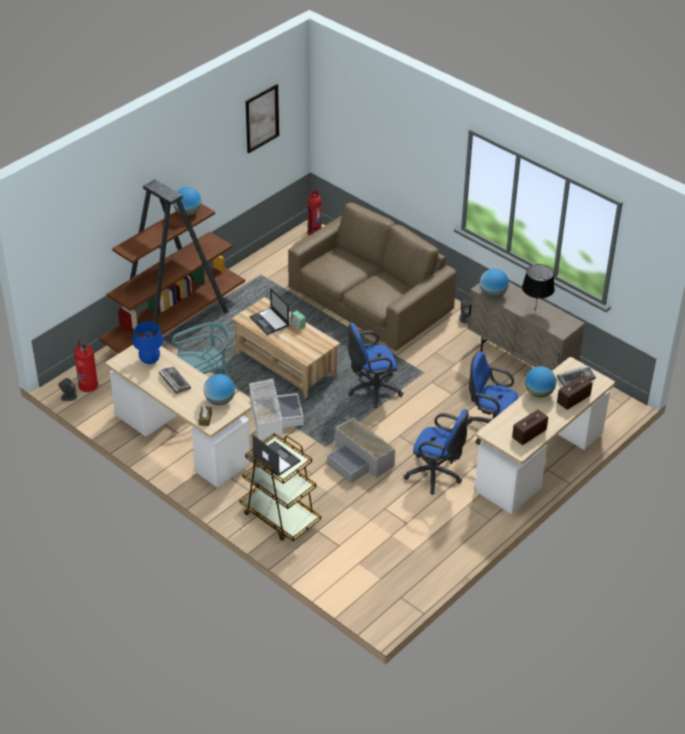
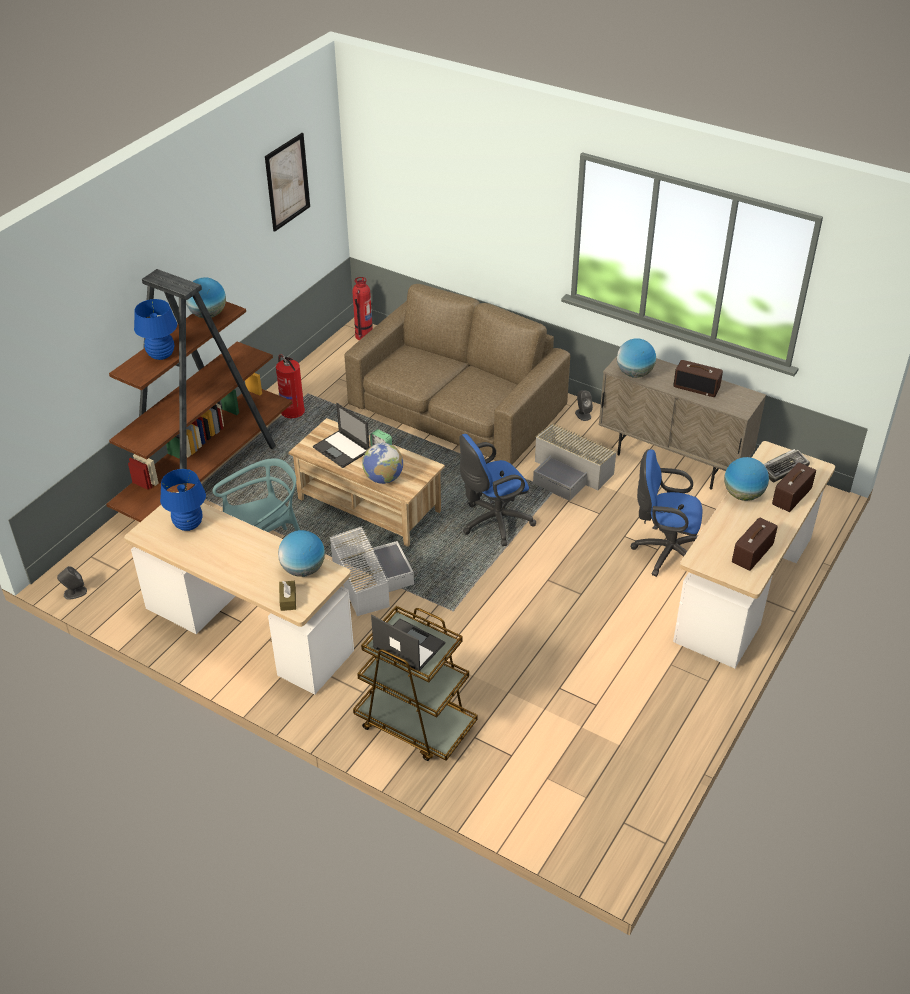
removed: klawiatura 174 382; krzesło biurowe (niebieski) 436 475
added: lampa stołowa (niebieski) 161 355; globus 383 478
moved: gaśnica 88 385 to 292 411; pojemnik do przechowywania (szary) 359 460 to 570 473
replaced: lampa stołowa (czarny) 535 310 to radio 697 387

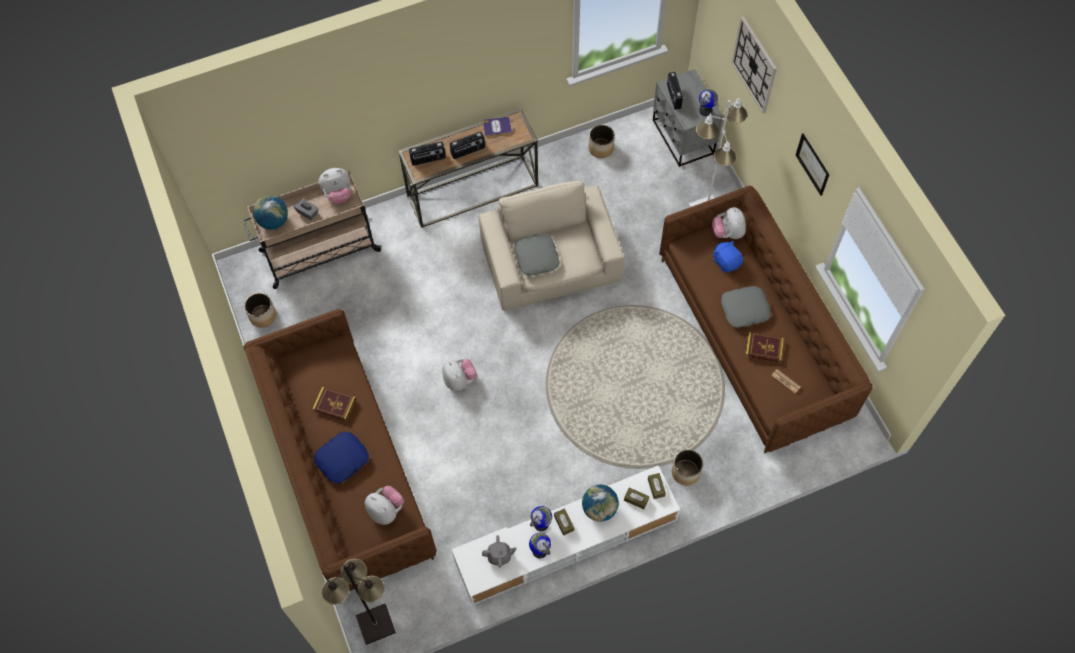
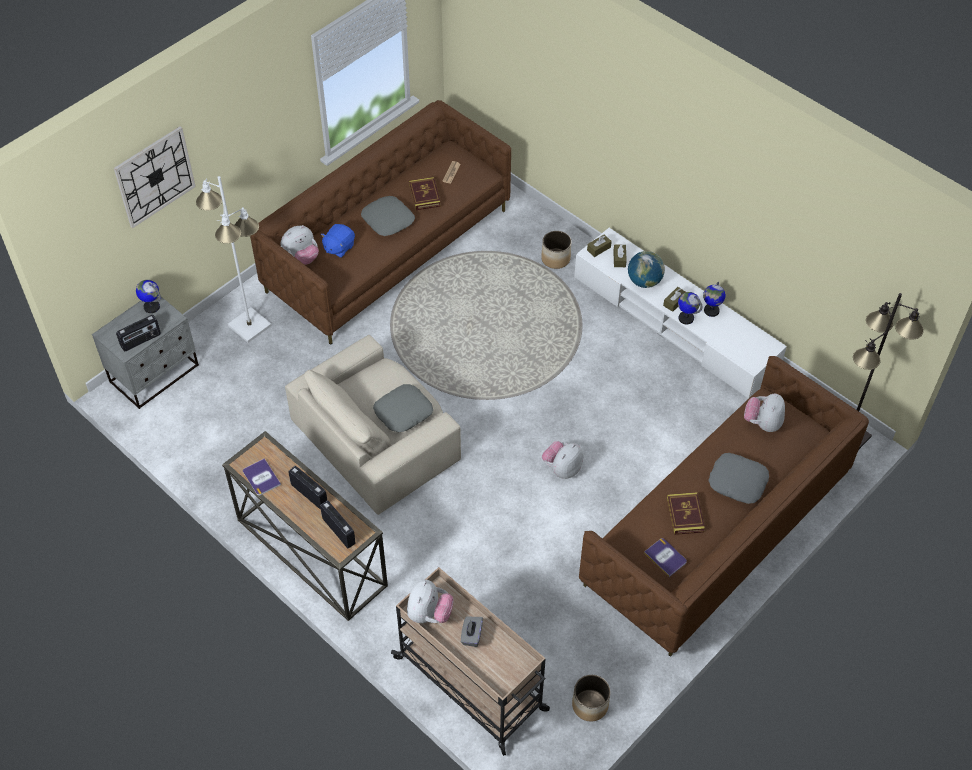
removed: globus 274 221; imbryk (szary) 499 555; donica 601 148; obraz 812 164
added: książka 665 557
recoloured: poduszka (niebieski) 342 459 to poduszka (szary) 738 481
turned: pluszak 338 194 = 429 614 60 degrees clockwise

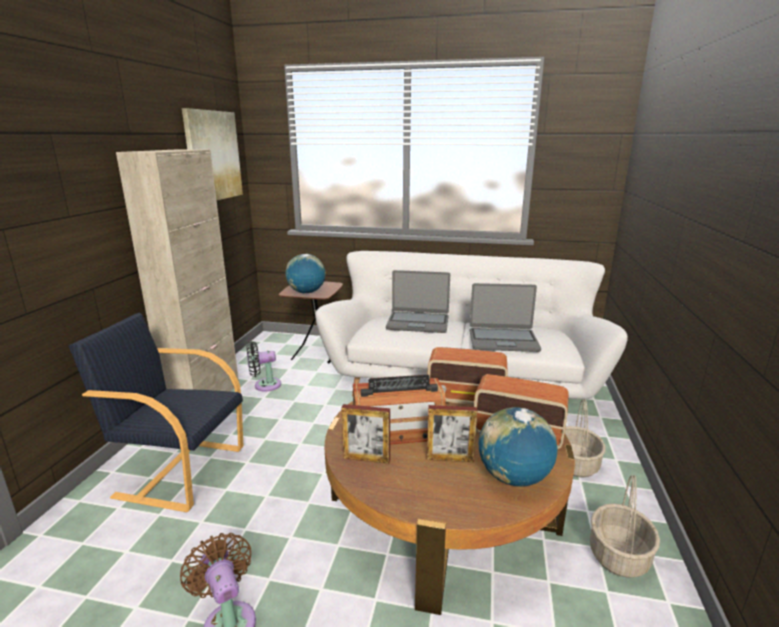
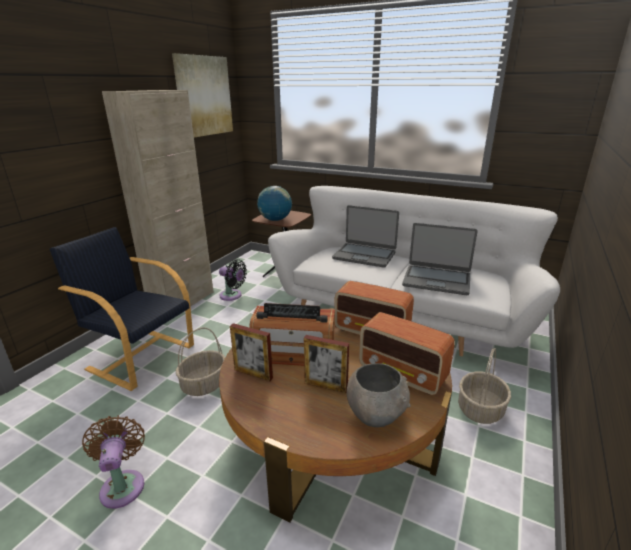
moved: koszyk 619 556 to 204 385
replaced: globus 513 477 to miska (szary) 375 415
turned: wentylator (czarny) 264 385 = 232 296 150 degrees counterclockwise

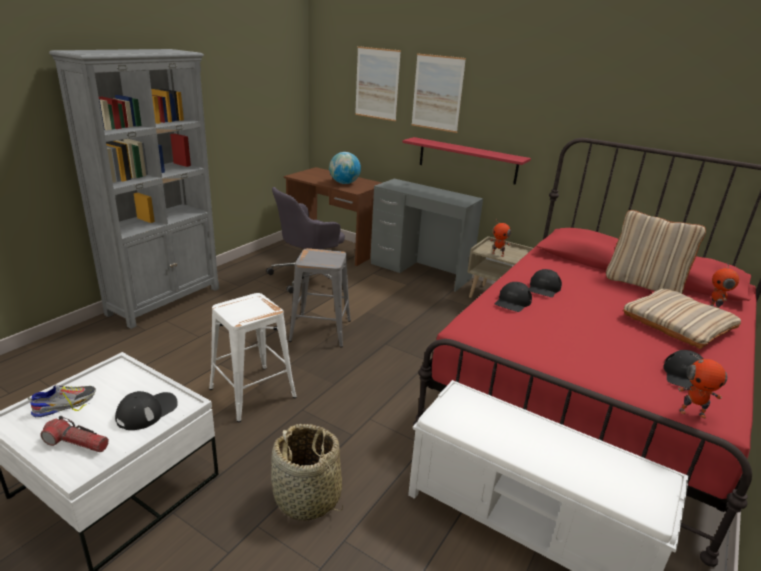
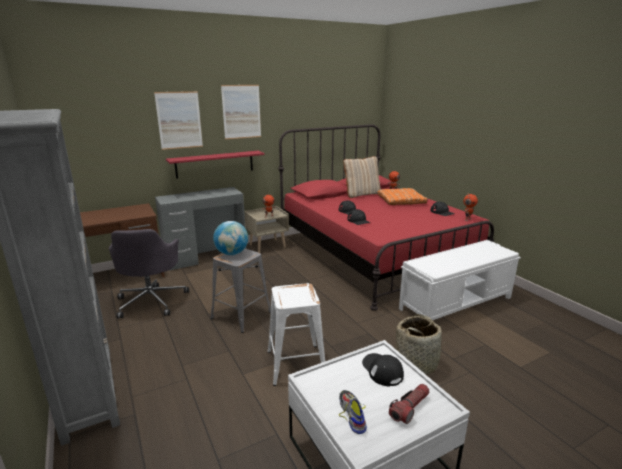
moved: globus 344 183 to 232 253; obraz 377 83 to 241 112
recoloured: poduszka (beżowy) 678 323 to poduszka (pomarańczowy) 401 200

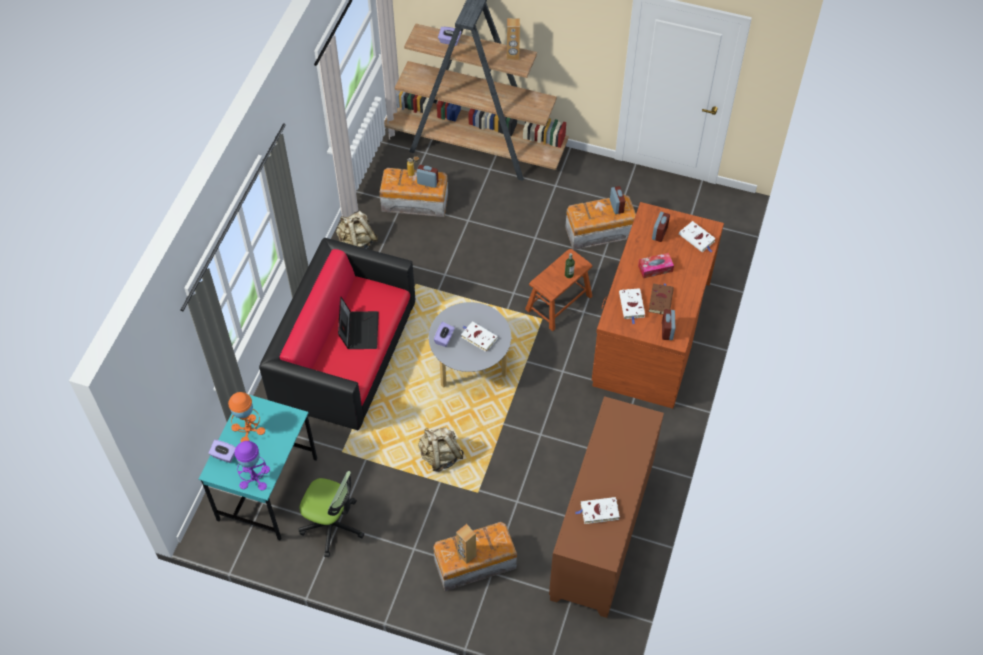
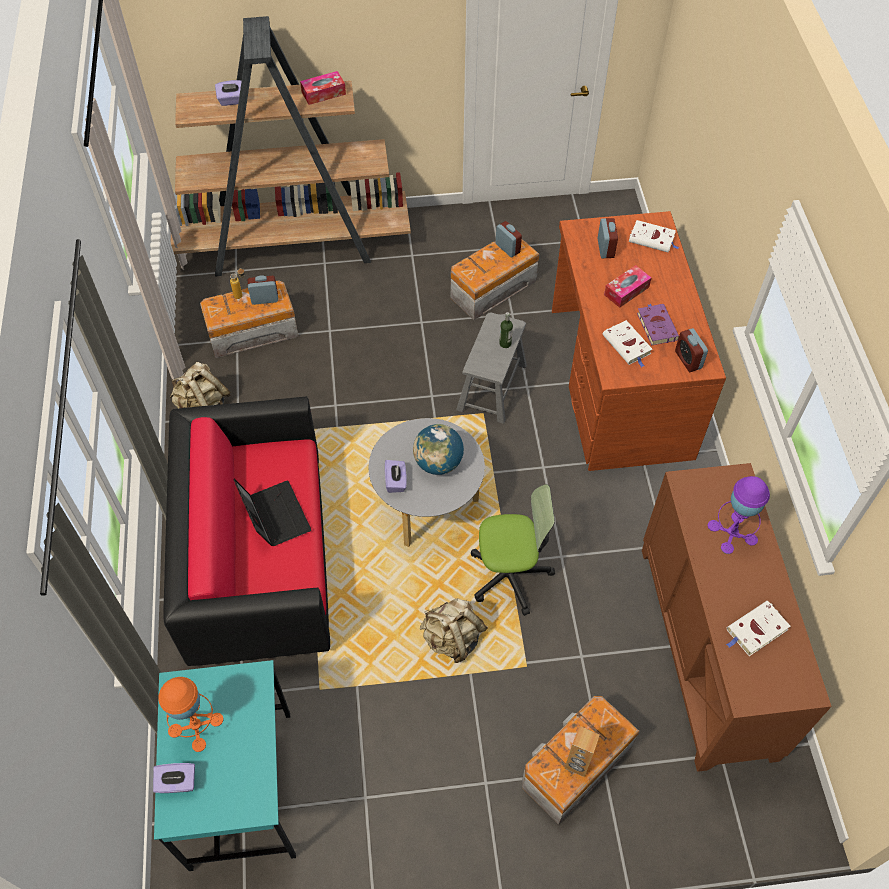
moved: lampa stołowa (fioletowy) 254 477 to 732 532; krzesło biurowe 333 525 to 509 575
replaced: książka (biały) 478 337 to globus 438 463; głośnik (brązowy) 513 55 to pudełko chusteczek 323 93
recoloured: stołek (brązowy) 558 302 to stołek (szary) 491 387; książka (brązowy) 660 300 to książka (fioletowy) 656 325

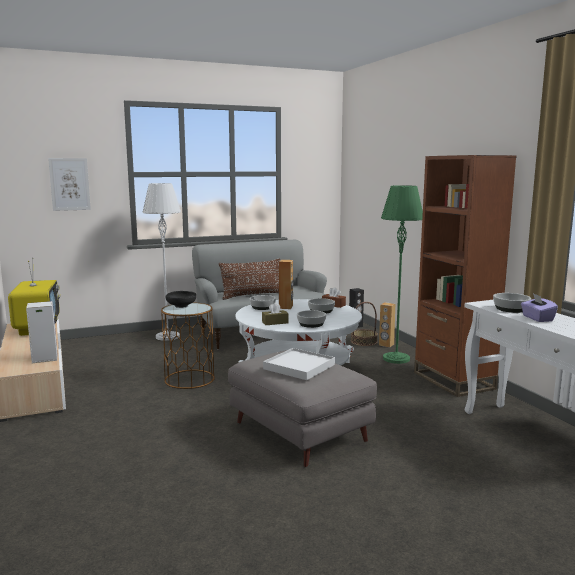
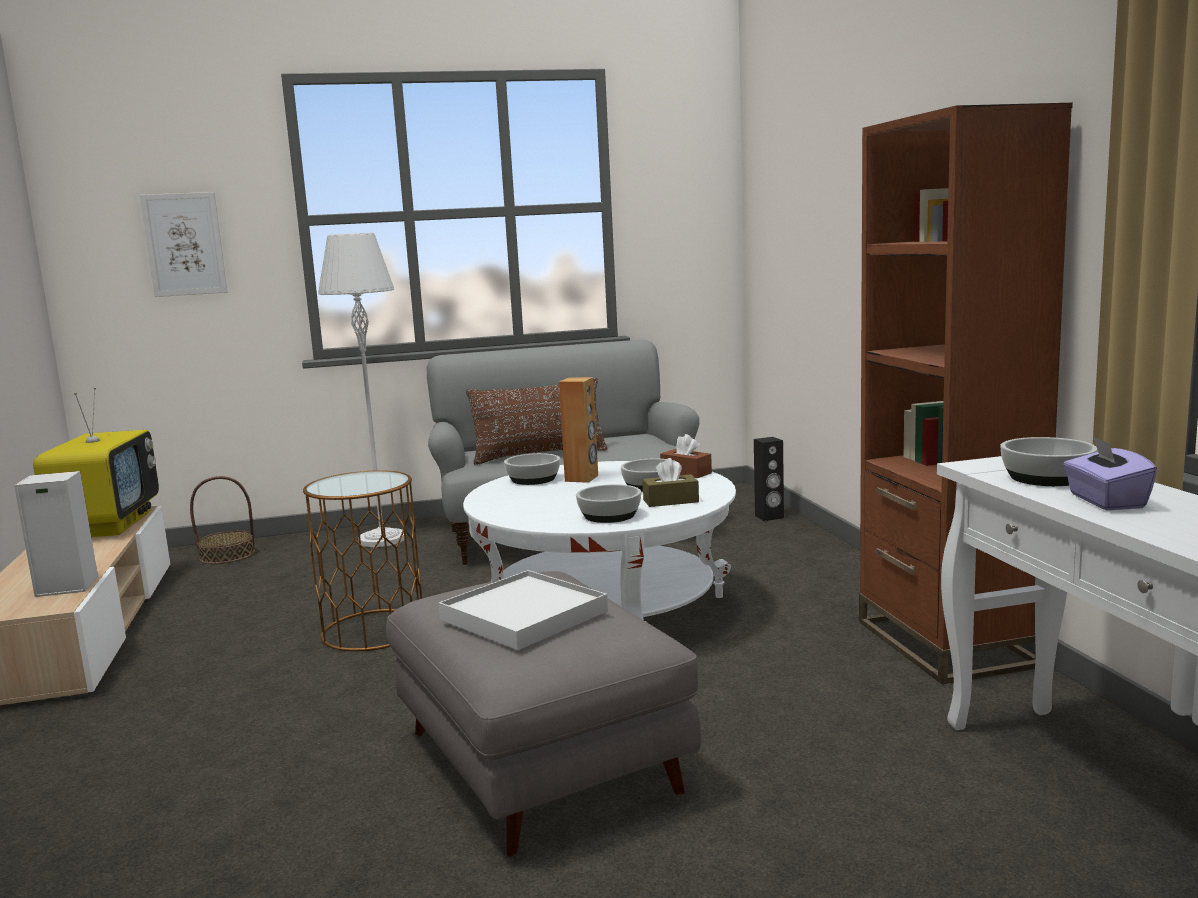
removed: miska (czarny) 181 306; głośnik (brązowy) 386 345; lampa stojąca (zielony) 396 359
moved: pudełko chusteczek (brązowy) 275 322 to 671 501; koszyk 363 342 to 227 555

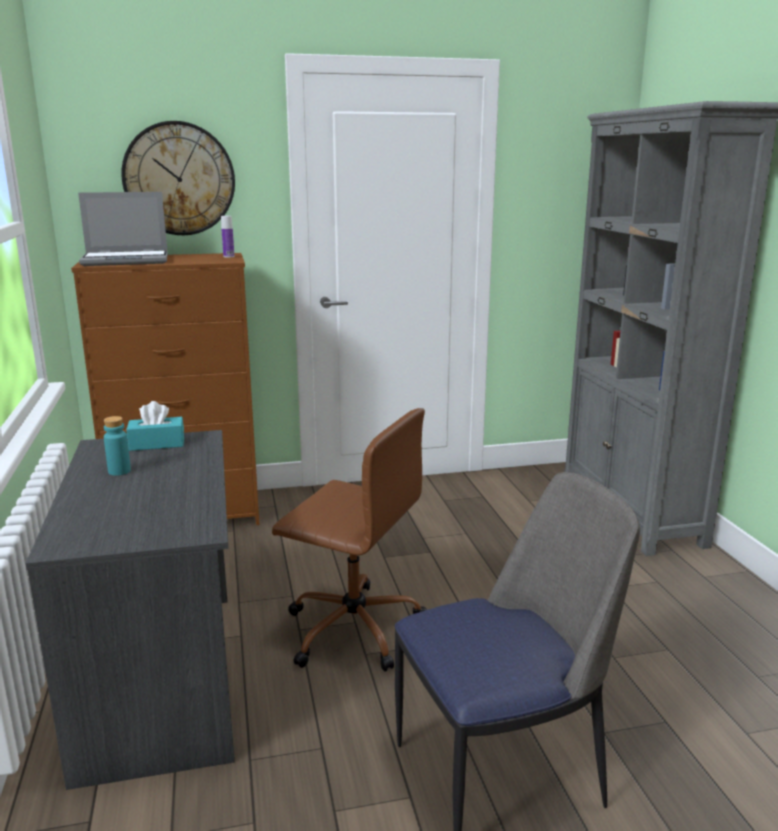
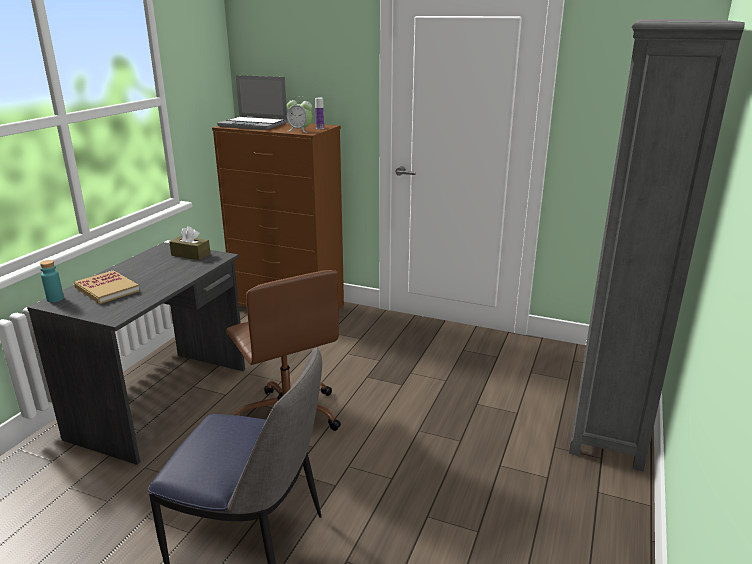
removed: zegar ścienny 179 179
added: książka 107 289; budzik 300 131
moved: butelka (turkusowy) 119 471 to 55 299
recoloured: pudełko chusteczek (turkusowy) 157 444 to pudełko chusteczek (brązowy) 190 254

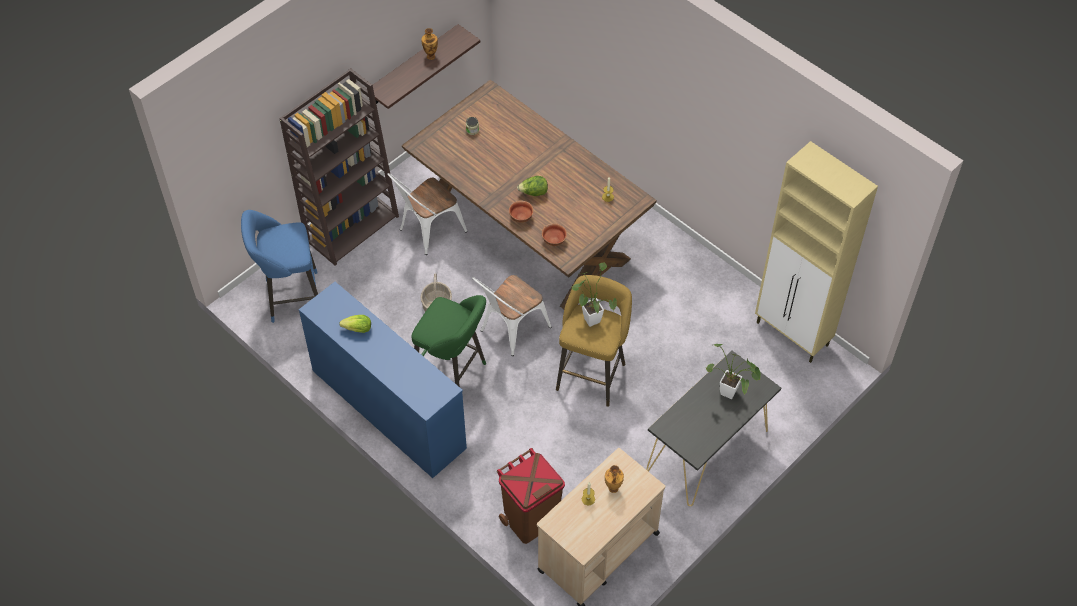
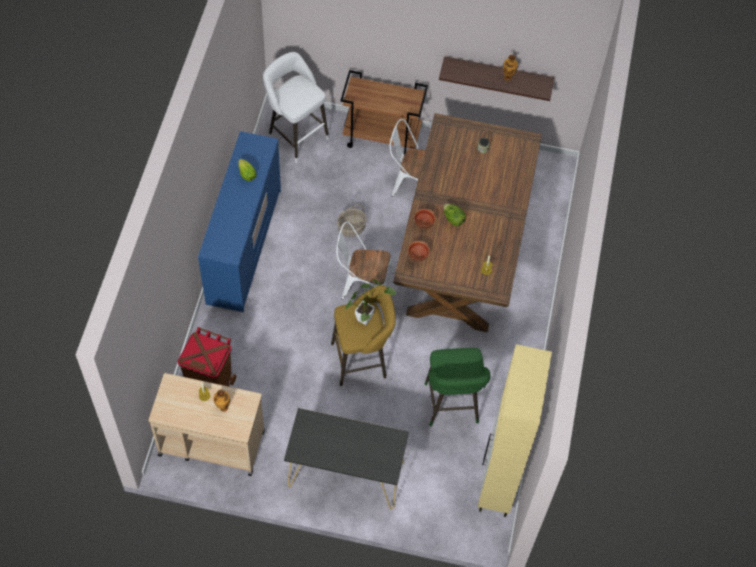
removed: roślina doniczkowa 731 394
moved: stołek (zielony) 453 375 to 451 406
replaced: regał (brązowy) 352 227 to wózek (brązowy) 382 138
recoloured: stołek (niebieski) 290 297 to stołek (biały) 296 136

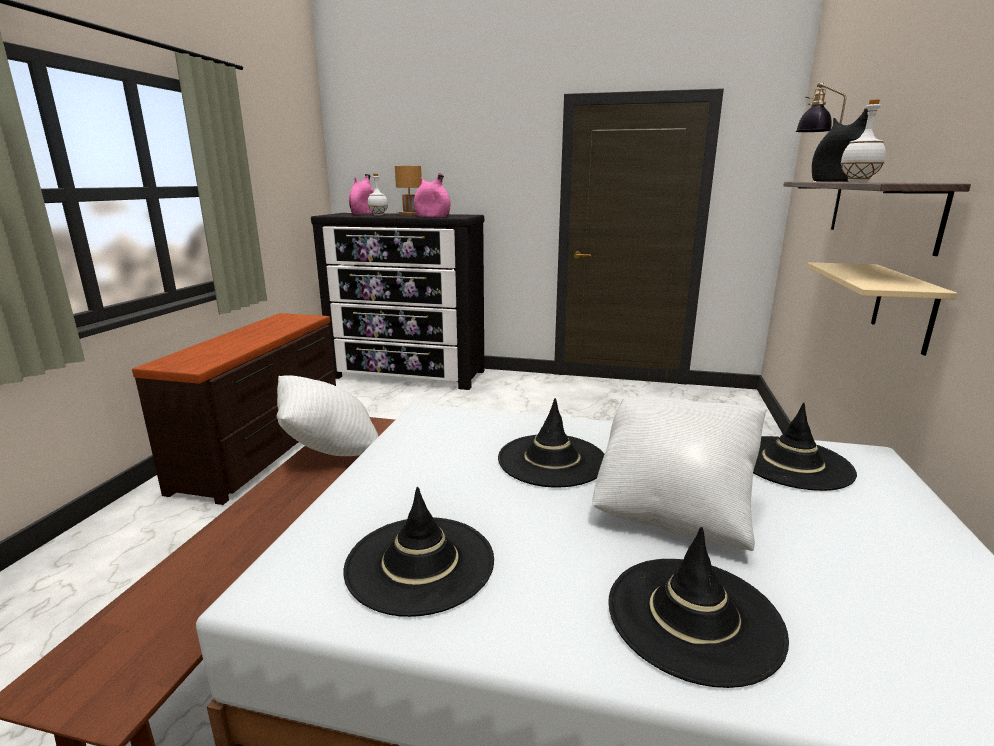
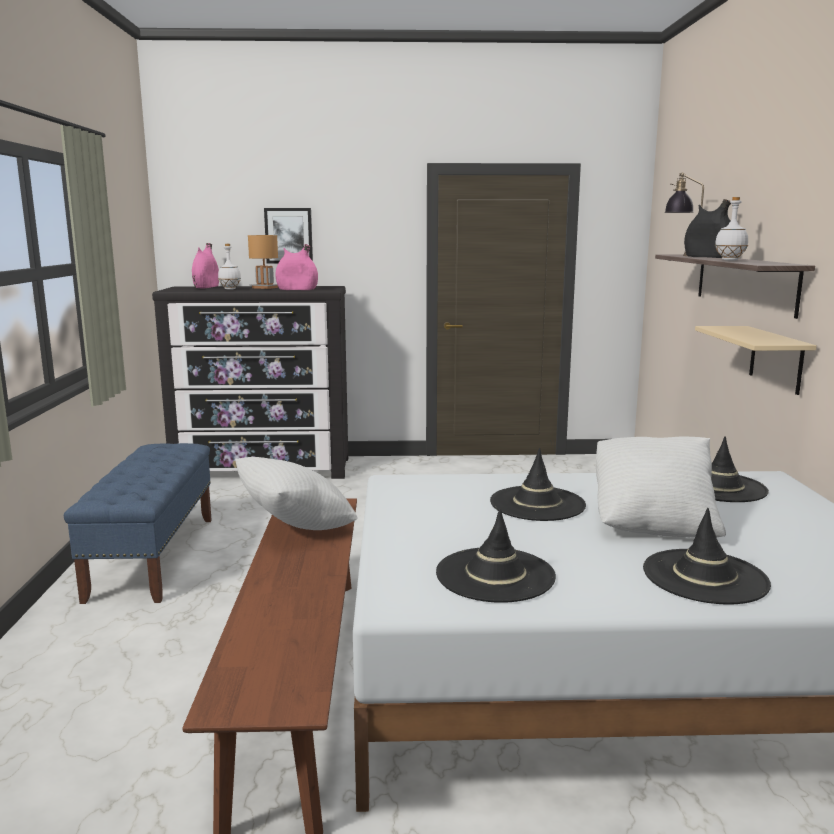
added: obraz 288 235
replaced: komoda (brązowy) 265 448 to ławka (niebieski) 153 556

